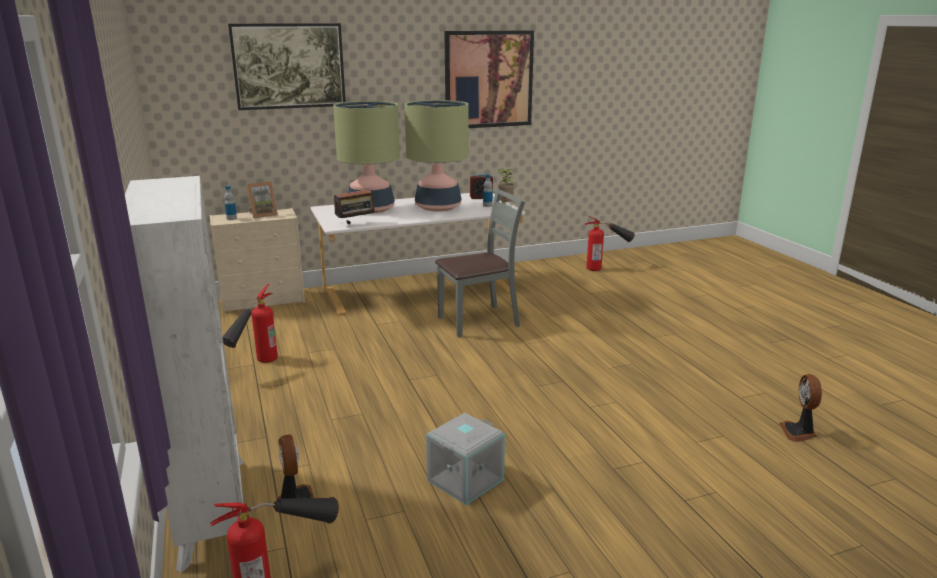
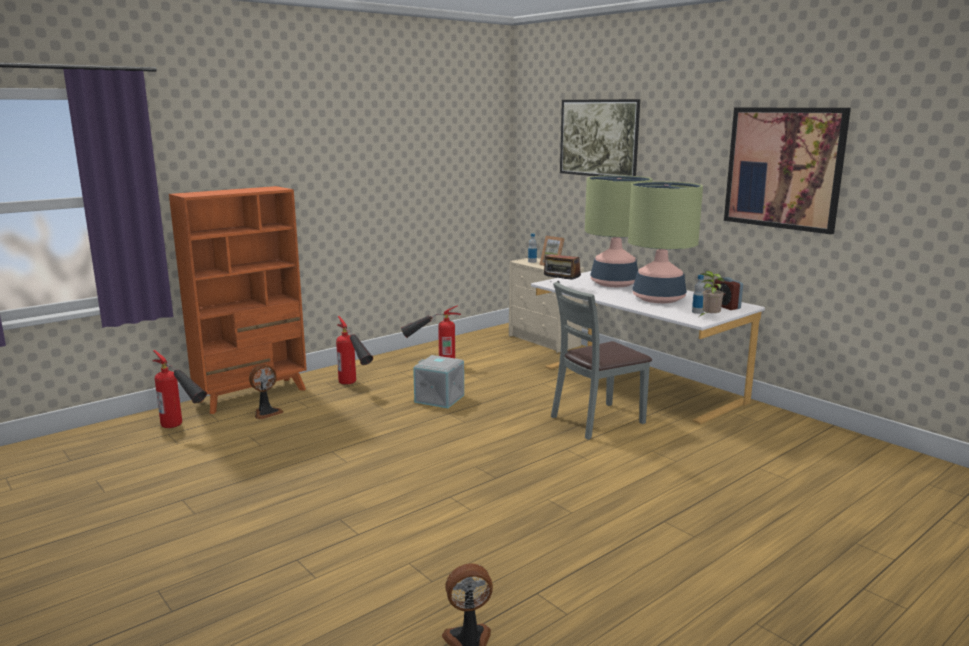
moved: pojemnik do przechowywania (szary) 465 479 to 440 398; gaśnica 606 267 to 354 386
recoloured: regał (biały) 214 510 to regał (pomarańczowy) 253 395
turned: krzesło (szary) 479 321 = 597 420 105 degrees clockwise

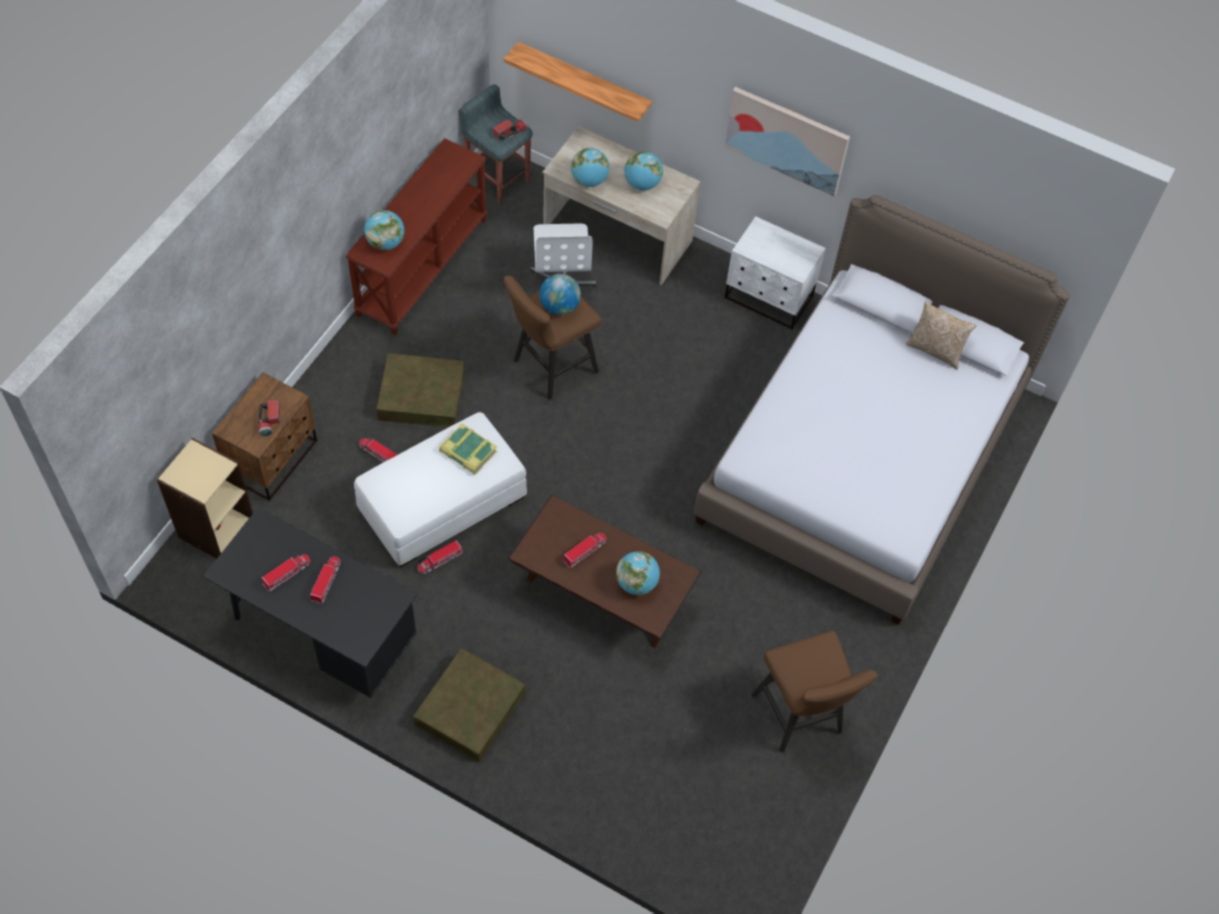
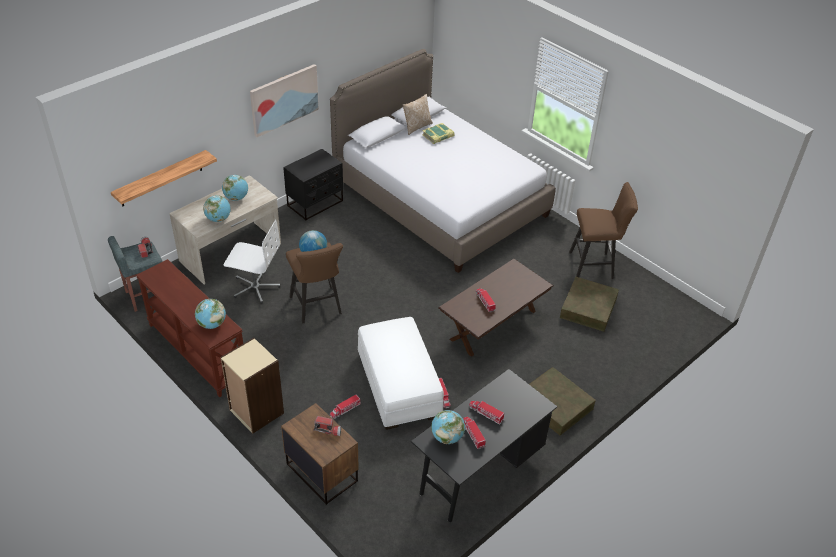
moved: regał (beżowy) 216 528 to 256 412; pojemnik do przechowywania (brązowy) 421 395 to 588 308; książka 467 452 to 438 136; globus 636 583 to 447 437
recoloured: szafka nocna (biały) 768 298 to szafka nocna (czarny) 315 203

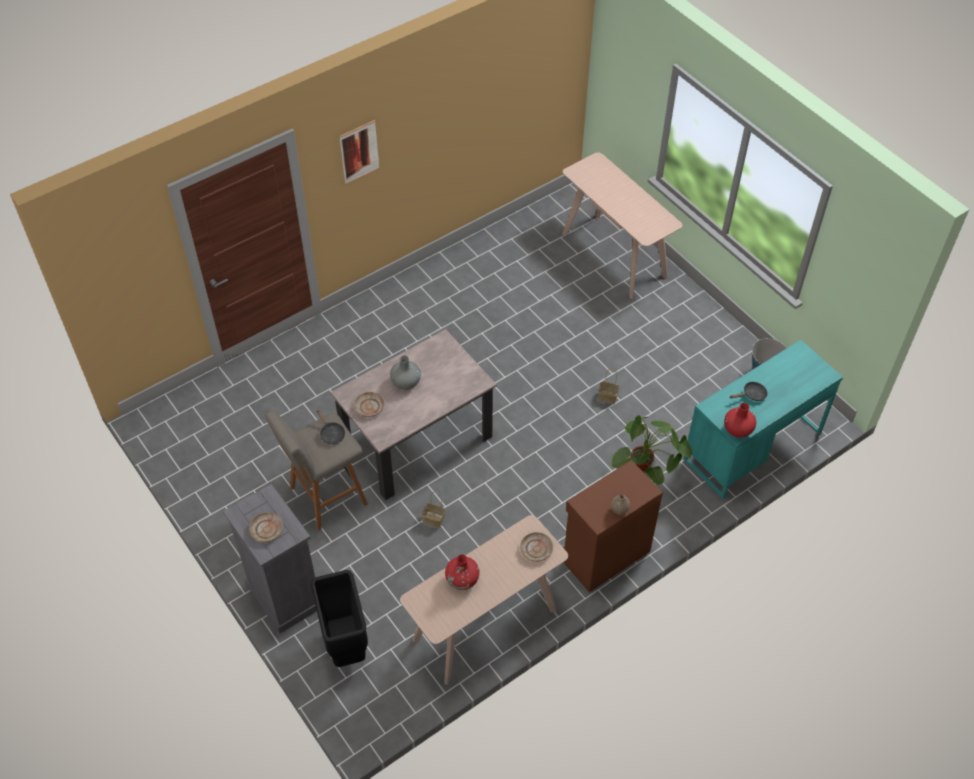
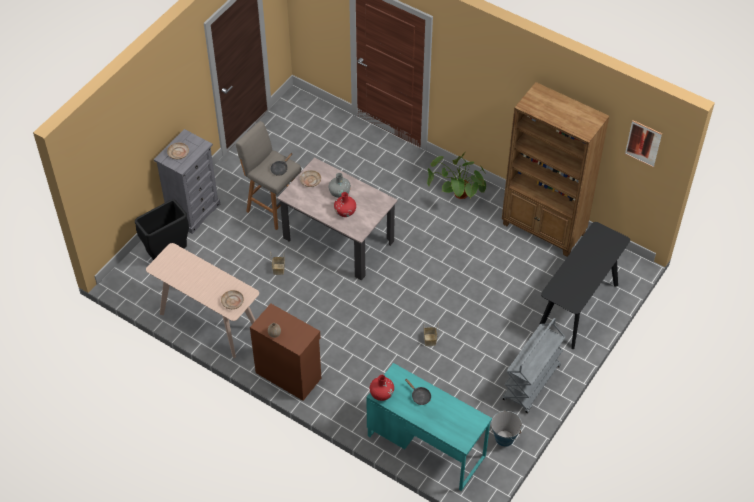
added: regał (brązowy) 544 229; wózek (szary) 531 383
moved: obraz 359 152 to 643 143; wazon (czerwony) 462 580 to 345 212; roślina doniczkowa 646 473 to 456 198
recoloured: stolik konsolowy (beżowy) 614 255 to stolik konsolowy (czarny) 578 307

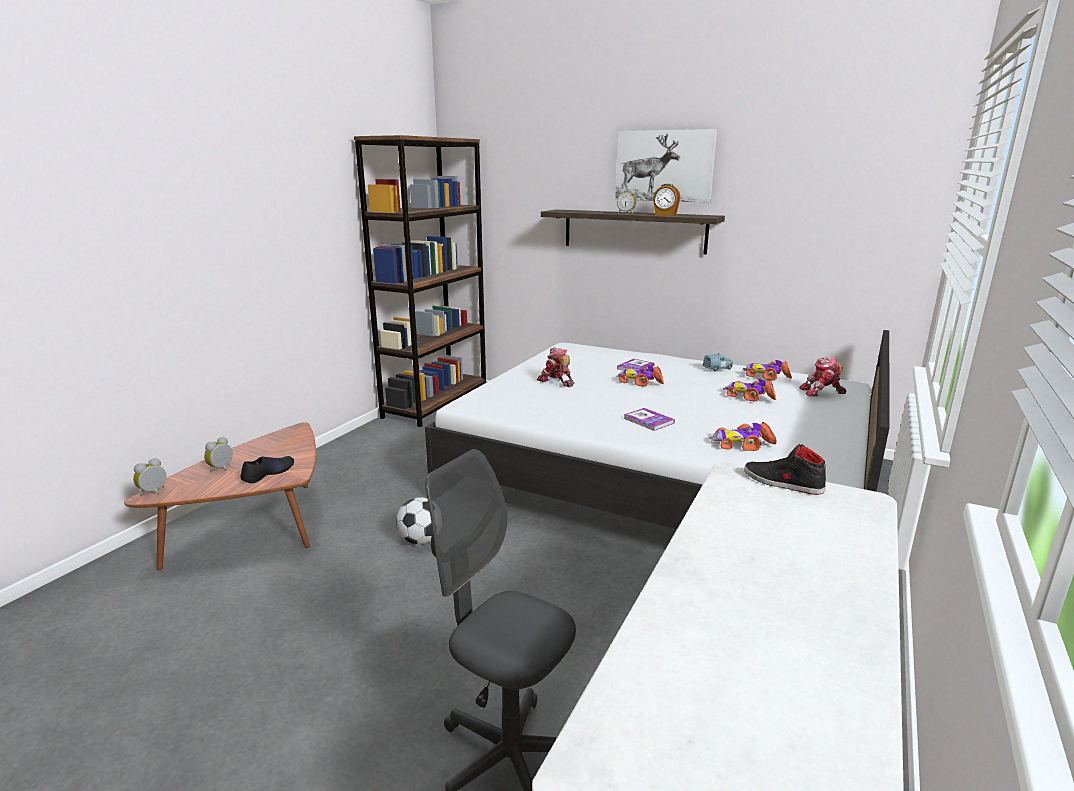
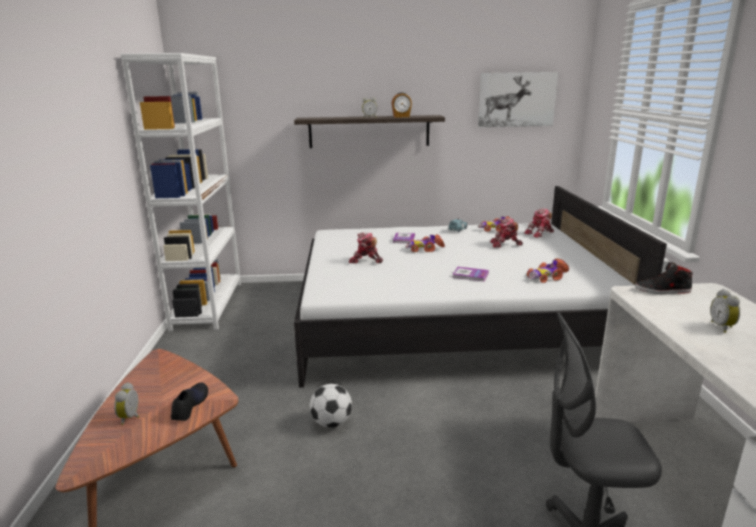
moved: budzik 154 492 to 723 327; obraz 664 166 to 516 99
replaced: samochodzik 749 396 to robot zabawkowy 505 244
recoloured: regał (brązowy) 436 403 to regał (biały) 208 305

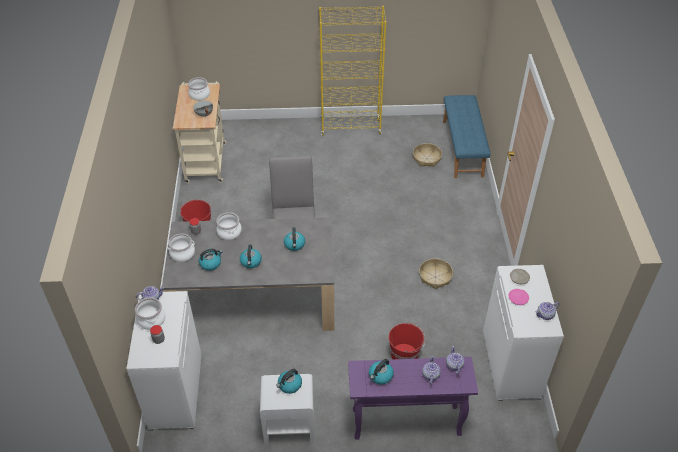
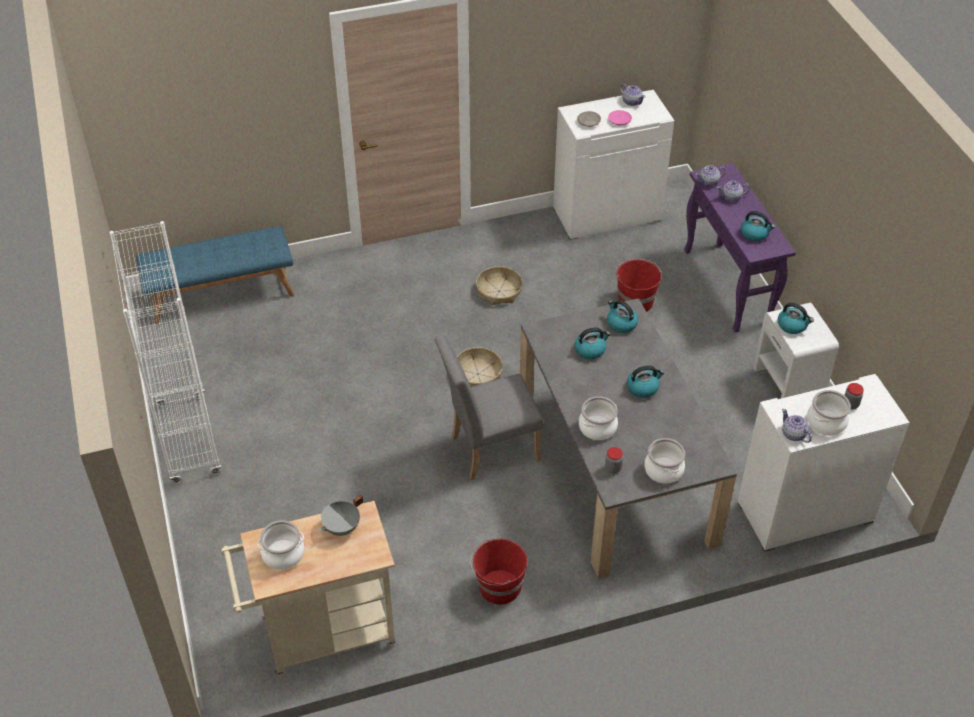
moved: czajnik 210 263 to 621 324; koszyk 427 158 to 477 374
recoloured: regał (żółty) 351 127 to regał (biały) 188 439

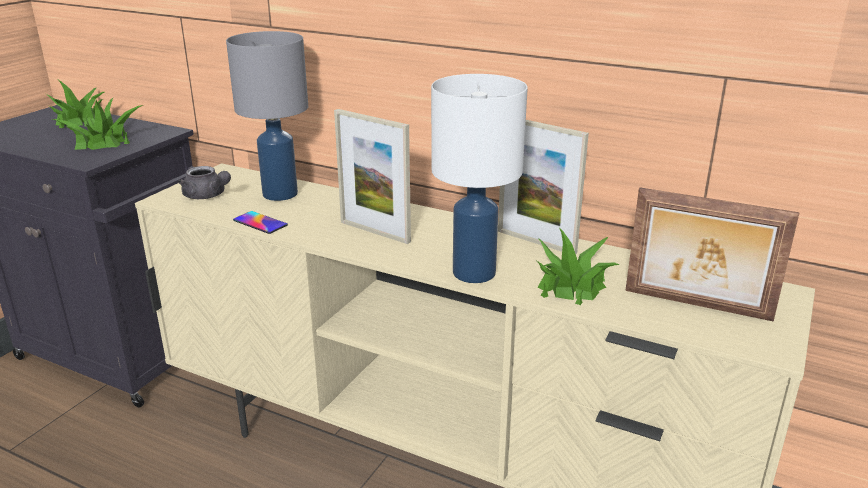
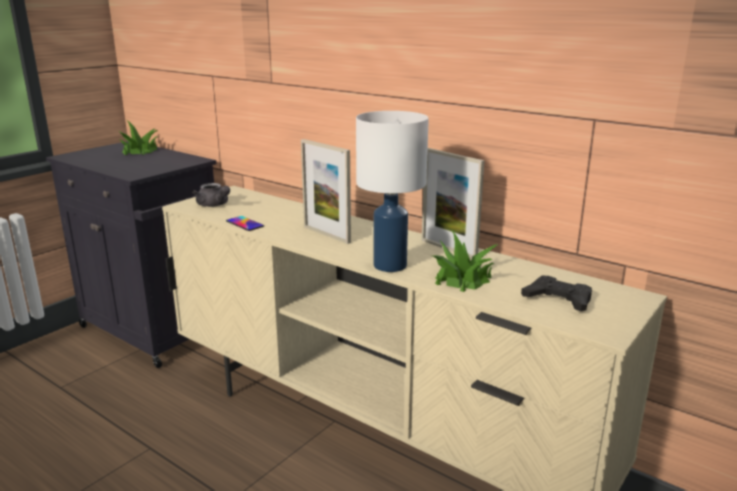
removed: roślina doniczkowa 102 142; lampa stołowa (szary) 279 194
replaced: ramka na zdjęcie 696 306 to pad do gier (czarny) 558 299

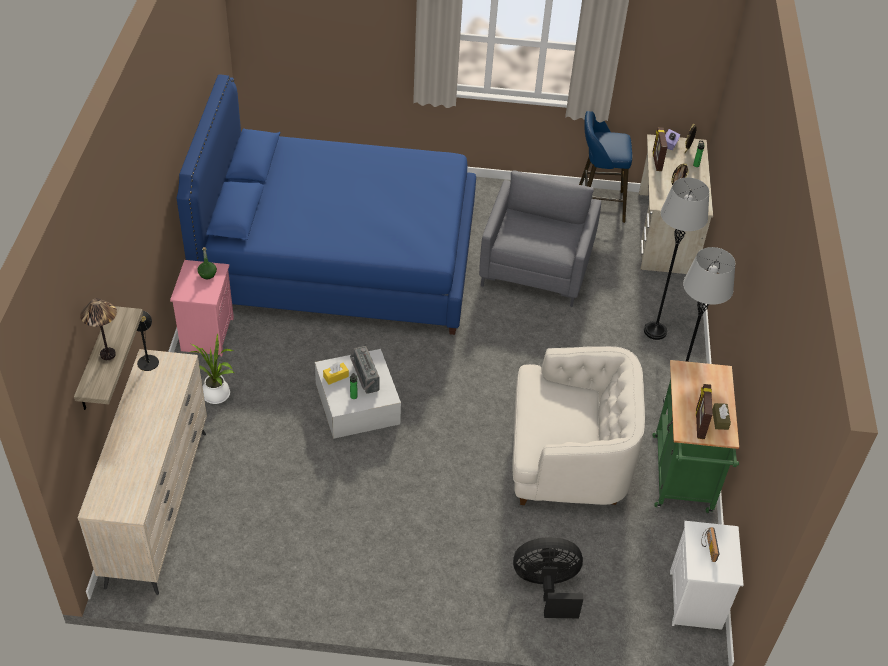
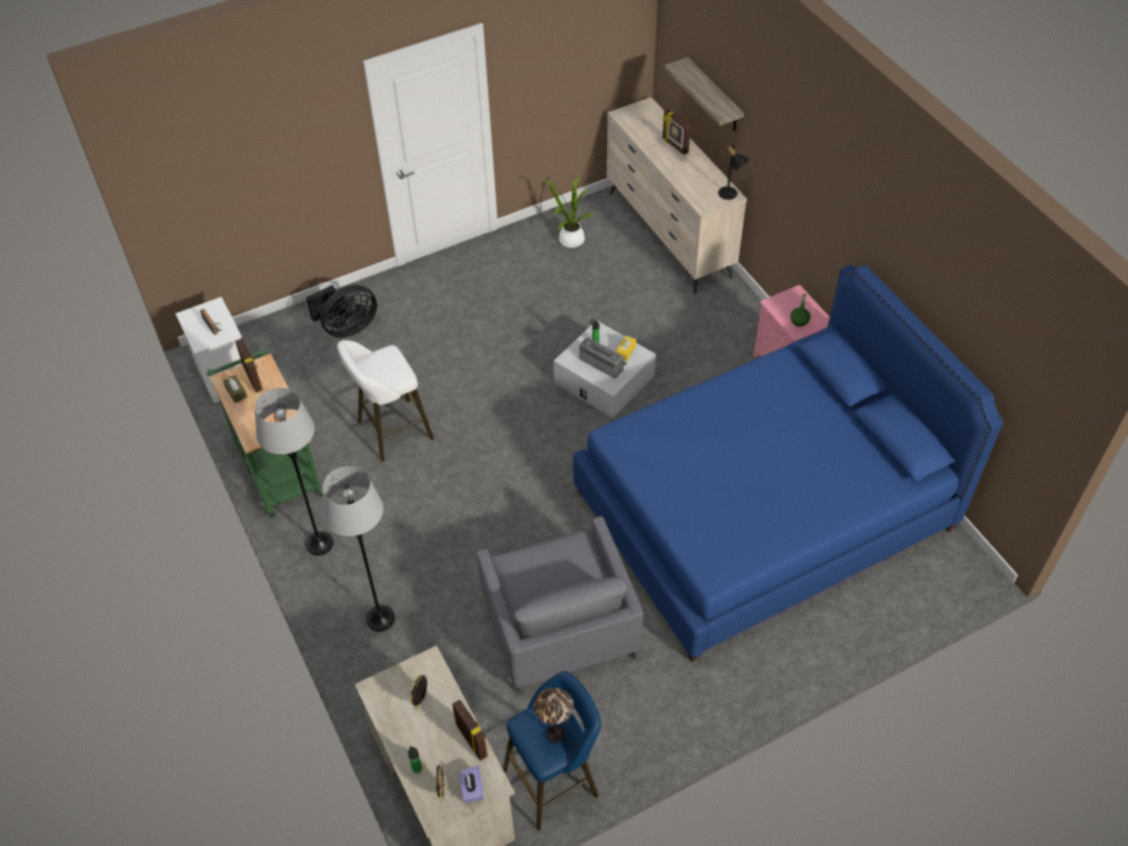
added: ramka na zdjęcie 674 146
moved: lampa stołowa 108 355 to 554 735; roślina doniczkowa 217 396 to 569 240
replaced: fotel (biały) 567 458 to stołek (biały) 391 432

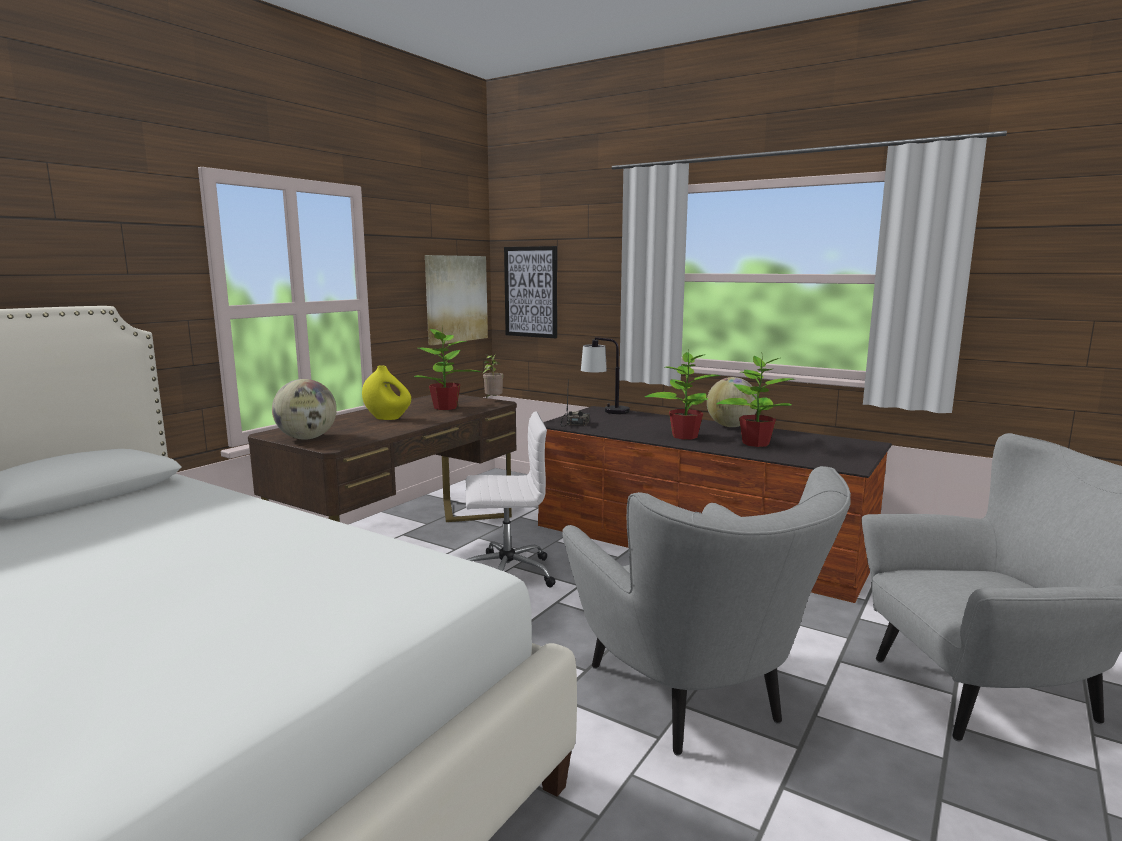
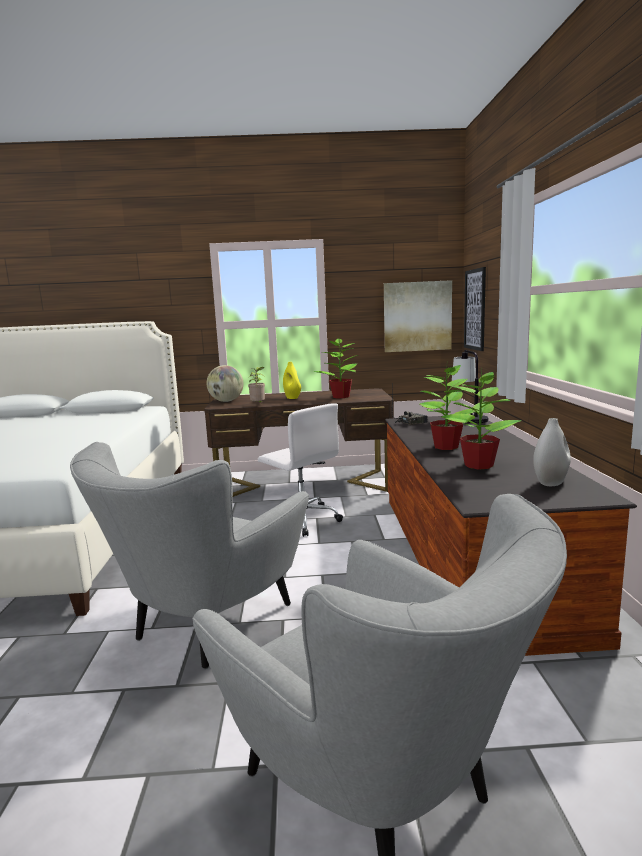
removed: globus 731 426
added: wazon (biały) 551 482
moved: roślina doniczkowa 493 400 to 258 405

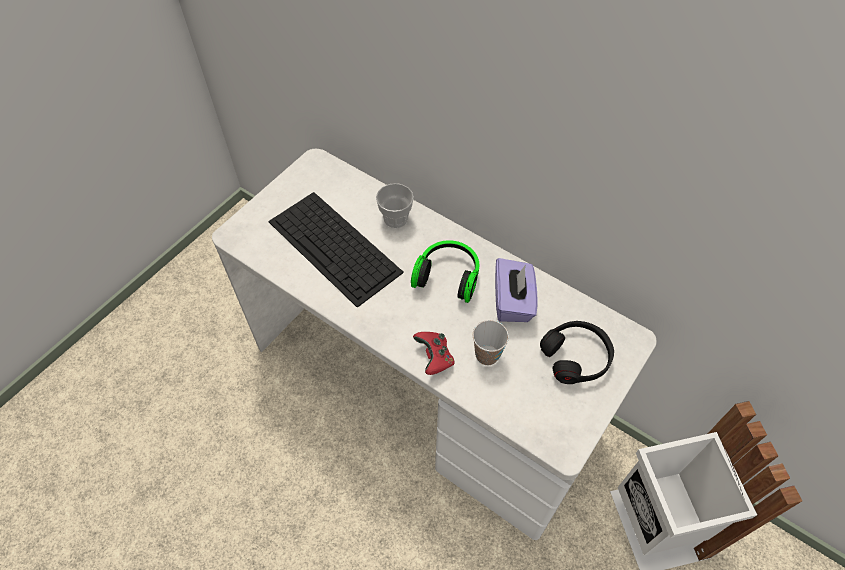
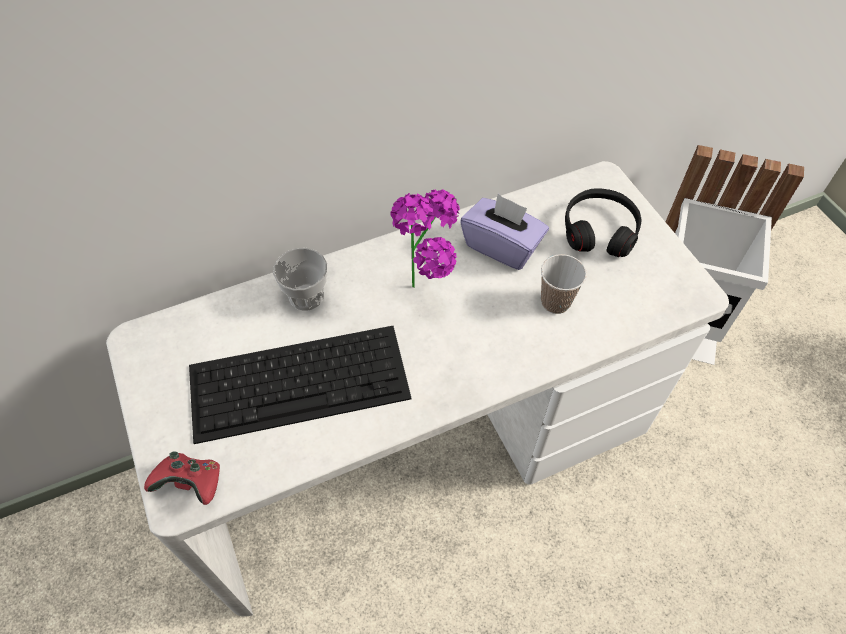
moved: pad do gier (czerwony) 434 358 to 191 483
replaced: słuchawki 448 276 to roślina doniczkowa 429 286

